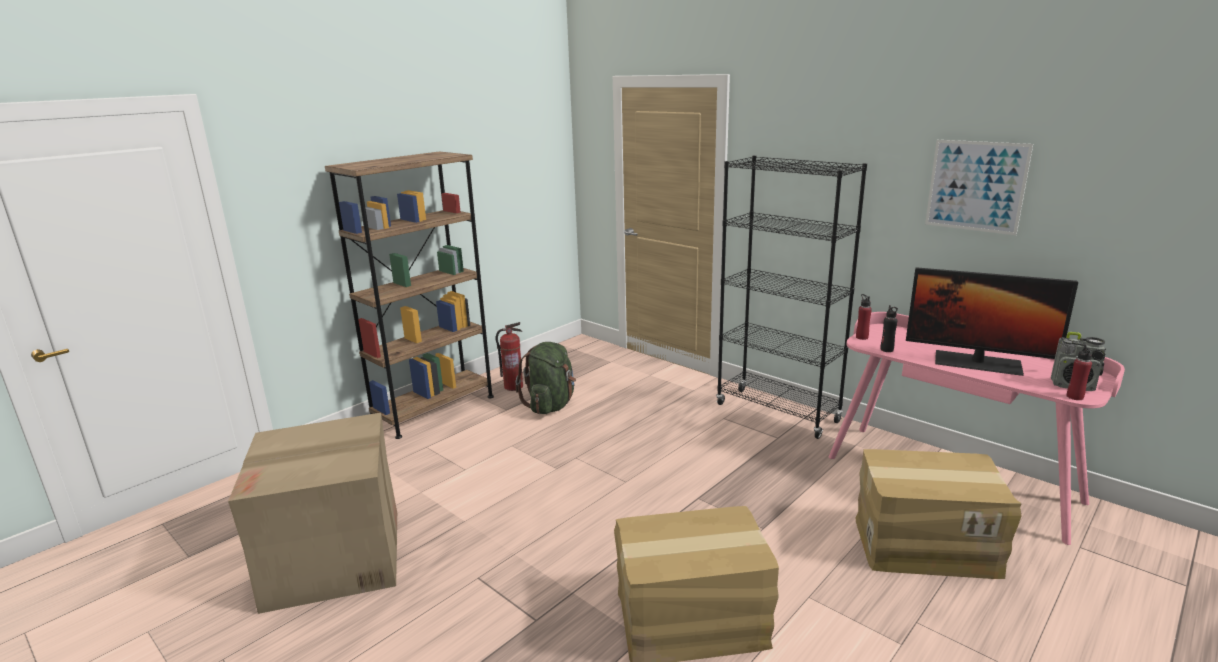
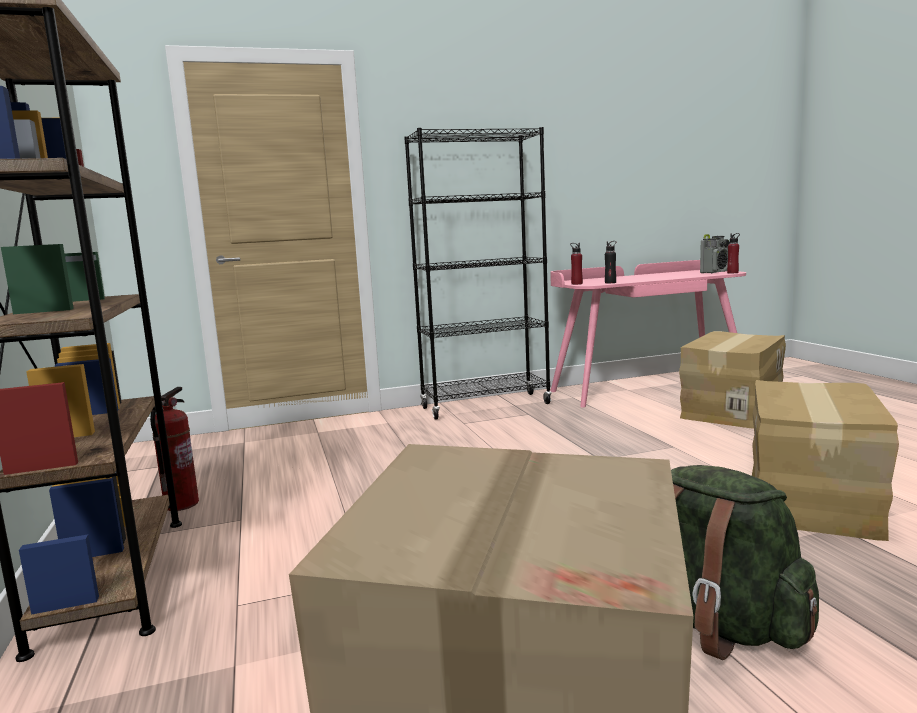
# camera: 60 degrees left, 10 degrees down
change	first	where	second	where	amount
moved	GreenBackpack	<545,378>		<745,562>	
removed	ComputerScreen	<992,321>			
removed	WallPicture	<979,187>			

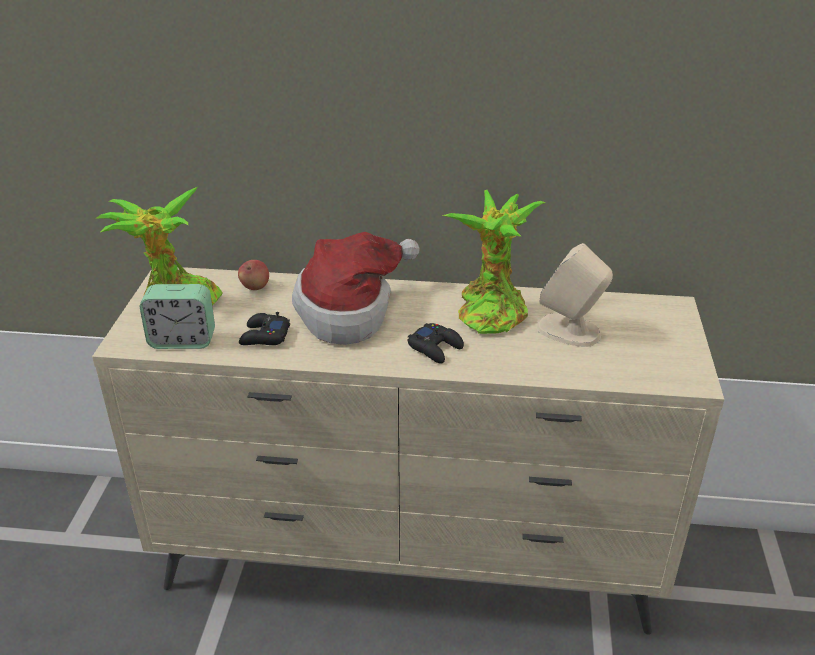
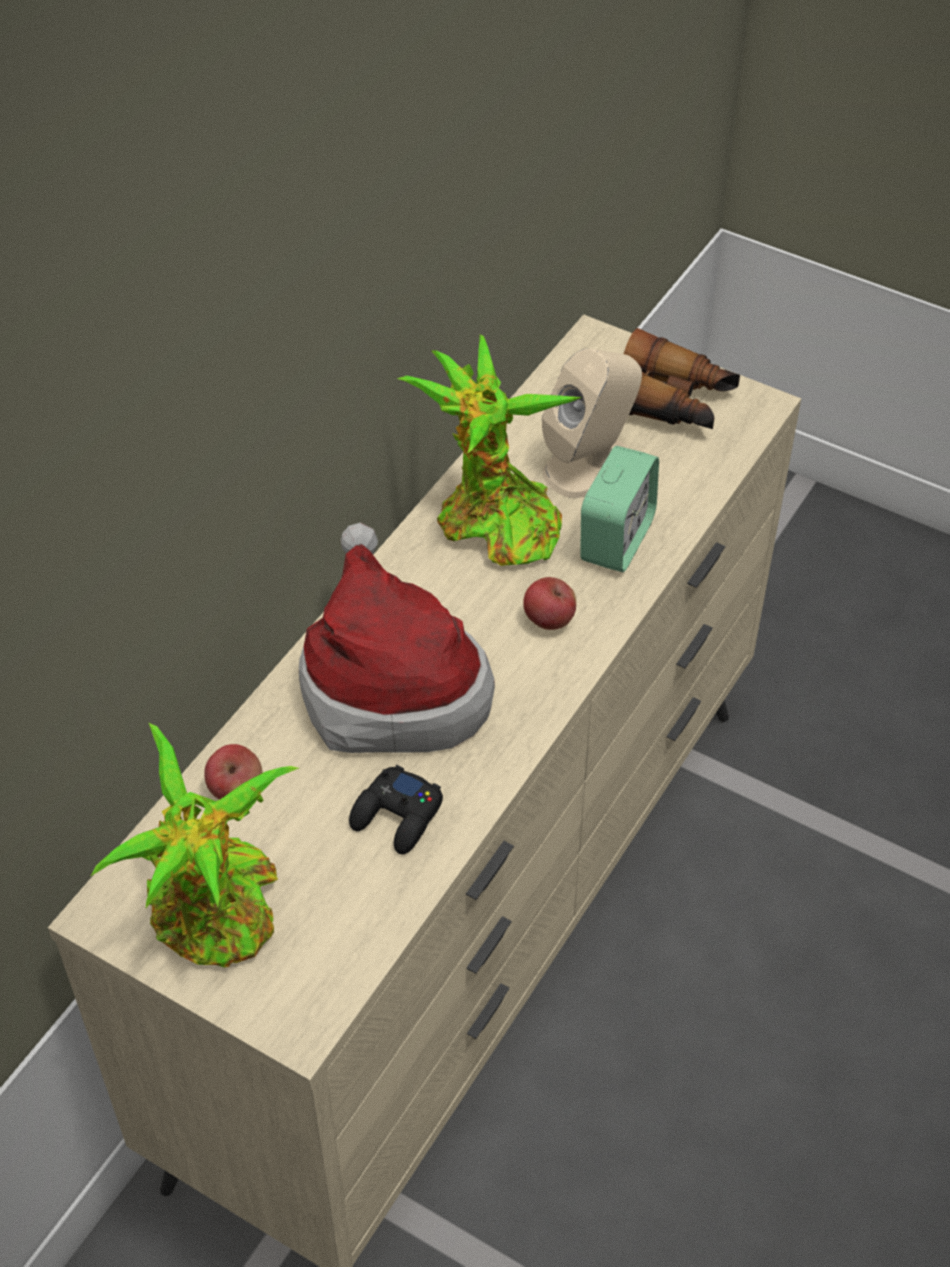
# camera: 65 degrees left, 15 degrees up
change	first	where	second	where	amount
moved	TableClock	<177,316>		<619,509>	
replaced	BlackGameController	<436,343>	Apple	<549,603>	
added			FieldGlasses	<682,378>	

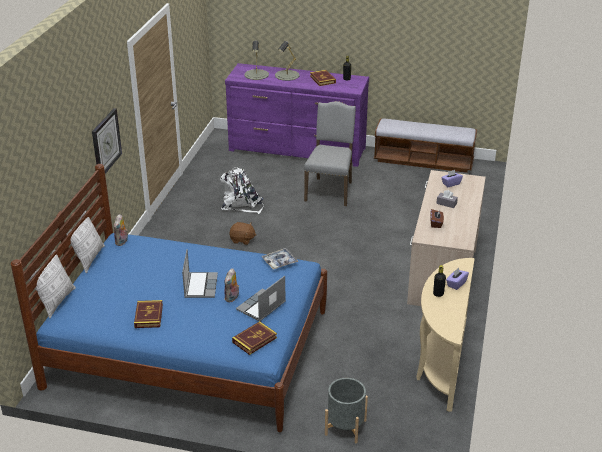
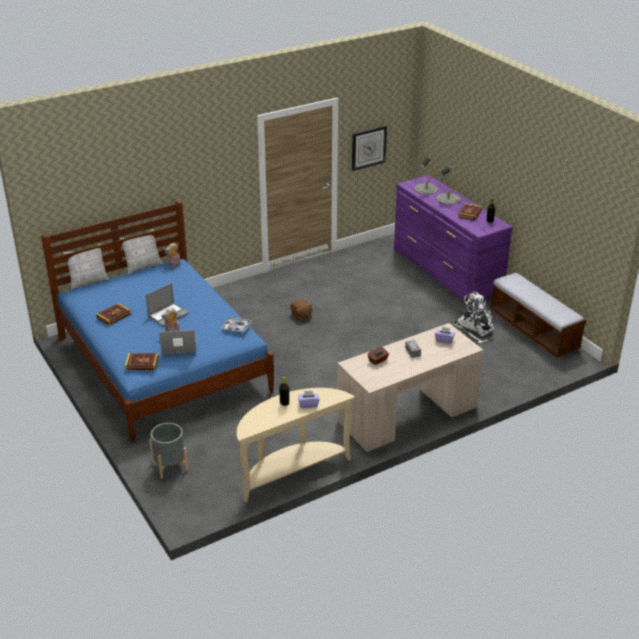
# camera: 45 degrees right, 0 degrees up
change	first	where	second	where	amount
moved	ClockOnTheWall	<107,141>		<369,148>	
moved	WhiteColouredBackpack	<242,190>		<474,317>	
removed	GrayChair	<330,153>			

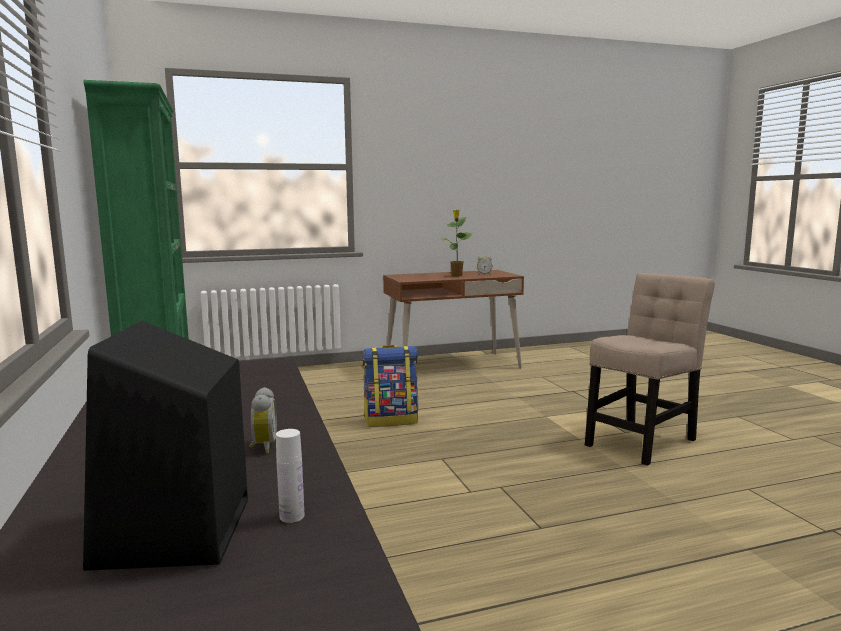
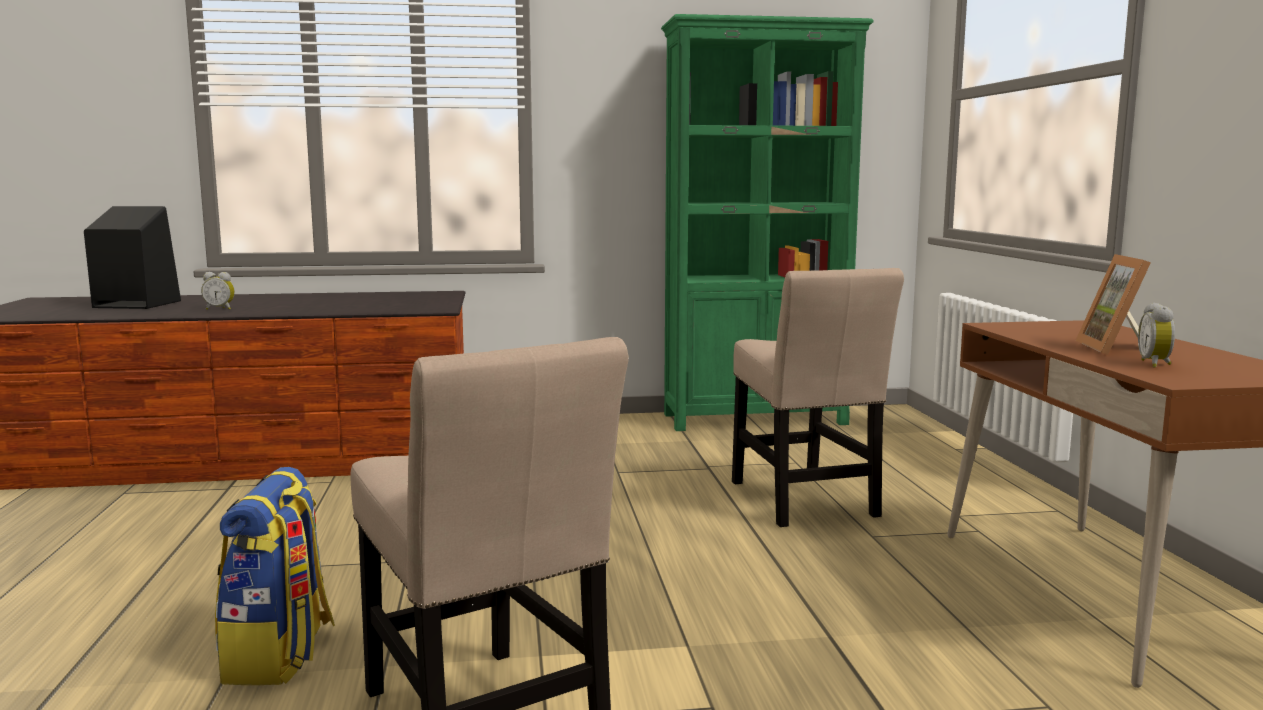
# camera: 100 degrees right, 0 degrees up
change	first	where	second	where	amount
removed	WhiteColouredBeverageBottle	<290,476>			
moved	Backpack	<390,386>		<275,576>	
replaced	Houseplant	<457,243>	PhotoFrame	<1113,304>	
added			SandColouredChair	<818,397>	

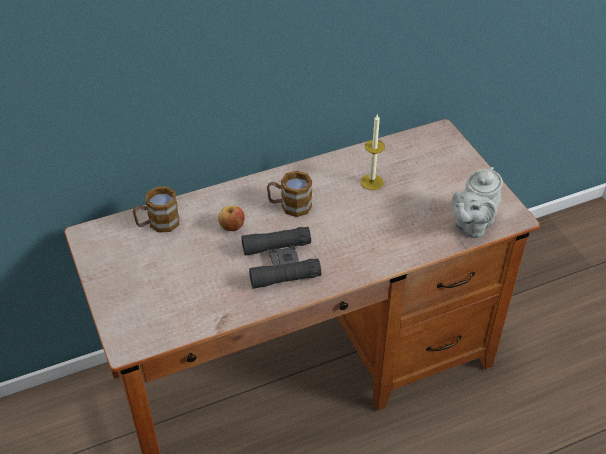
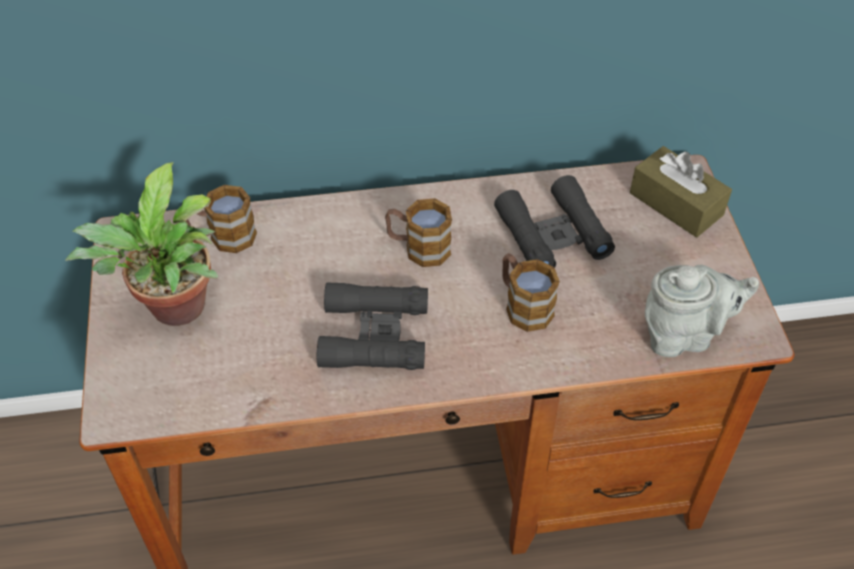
# camera: 15 degrees right, 5 degrees up
change	first	where	second	where	amount
removed	Apple	<231,218>			
replaced	WaxLight	<373,151>	BlackFieldGlasses	<554,221>	
turned	GrayPotForTea	<477,202>		<702,311>	150 degrees counterclockwise
added			Houseplant	<142,244>	
added			CoffeeMug	<531,292>	
added			BrownishBoxOfTissues	<681,191>	

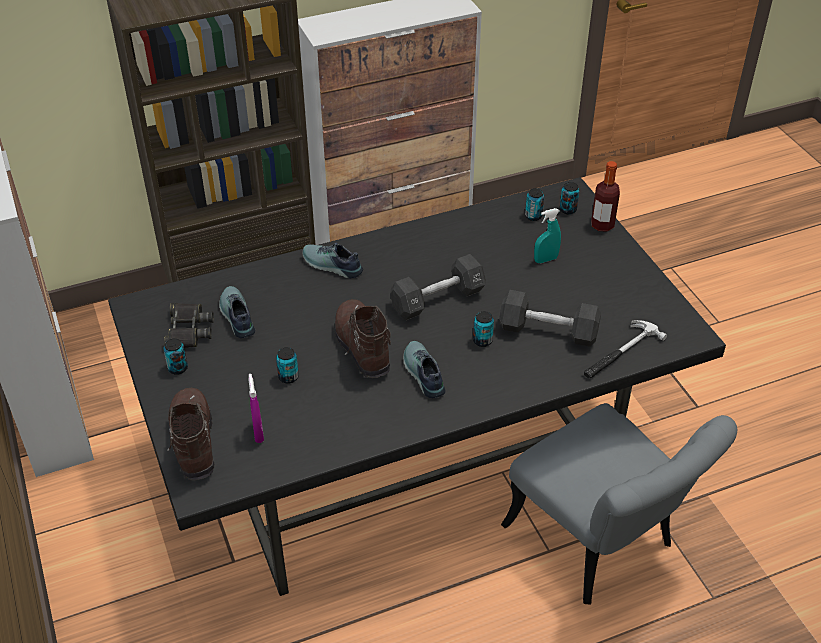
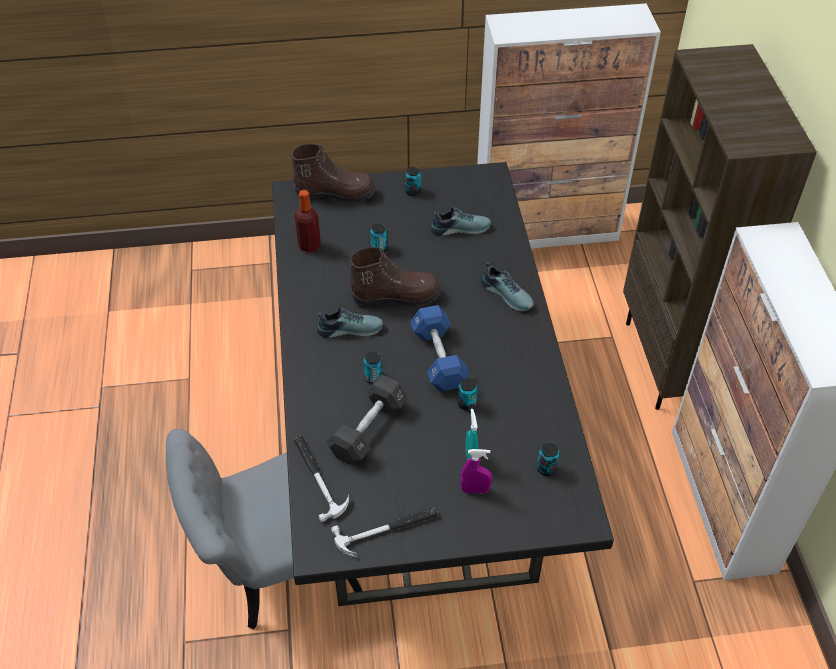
# camera: 105 degrees right, 5 degrees up
change	first	where	second	where	amount
removed	BlackFieldGlasses	<189,325>			
moved	PurplishSprayBottle	<256,408>		<476,471>	
turned	Shoe	<332,261>		<507,286>	90 degrees clockwise
recoloured	BlackDumbbell	<438,287>	BlueDumbbell	<439,348>	
moved	MetalCan	<569,198>		<468,394>	
moved	BeverageBottle	<605,196>		<308,221>	
added			Hammer	<384,532>	

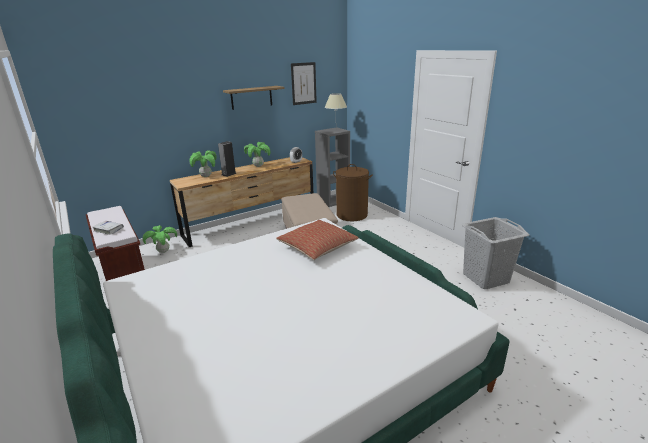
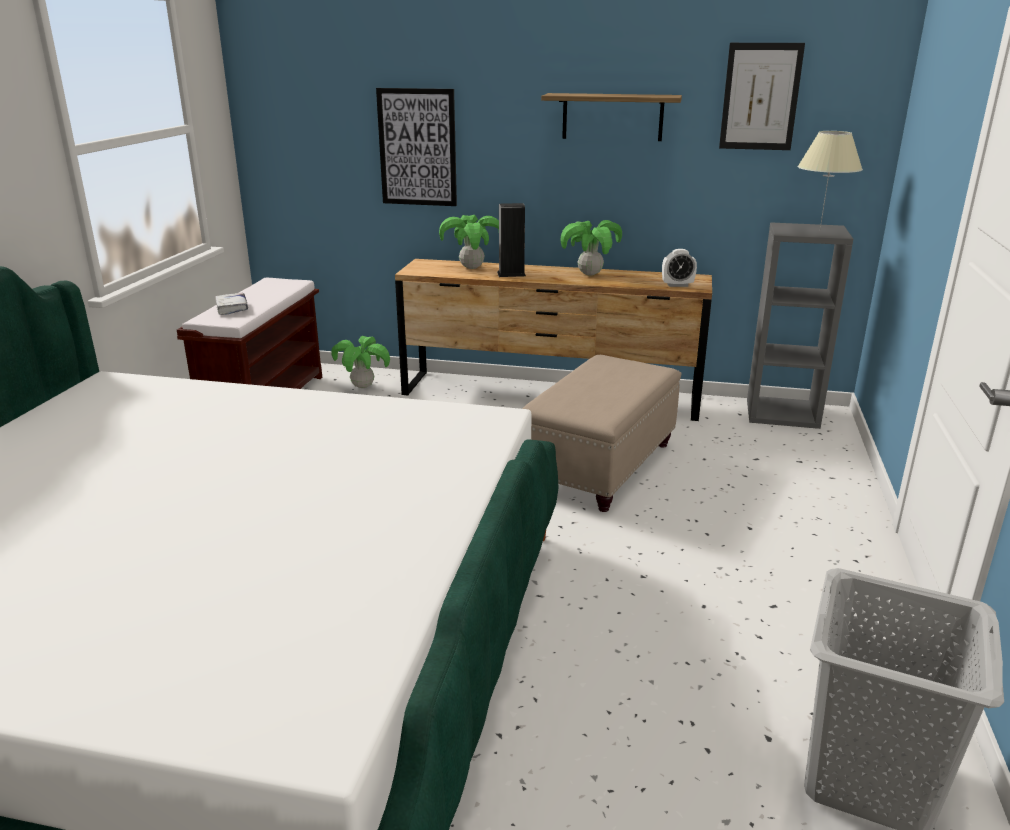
# camera: 45 degrees right, 0 degrees up
change	first	where	second	where	amount
removed	Pillow	<317,240>			
removed	BrownishHamper	<353,192>			
added			WallPicture	<416,147>	

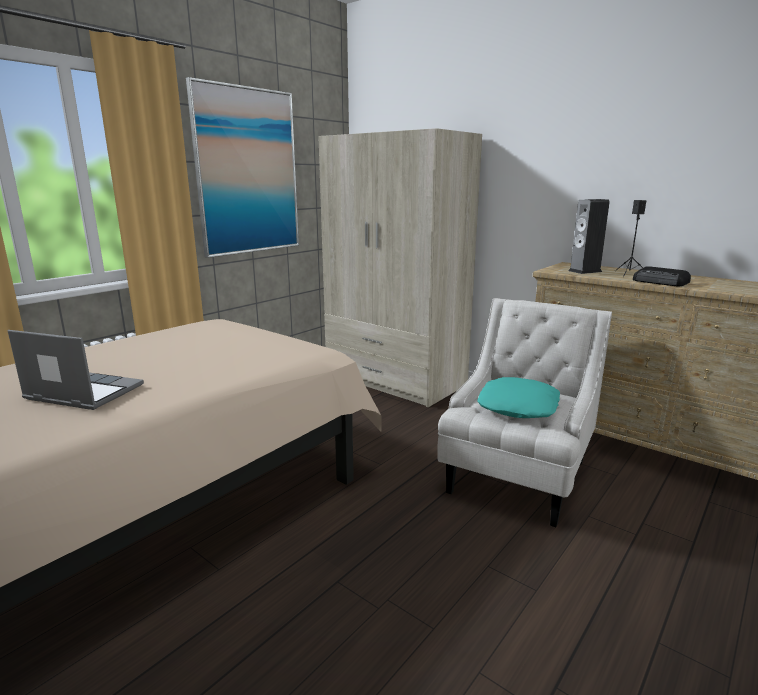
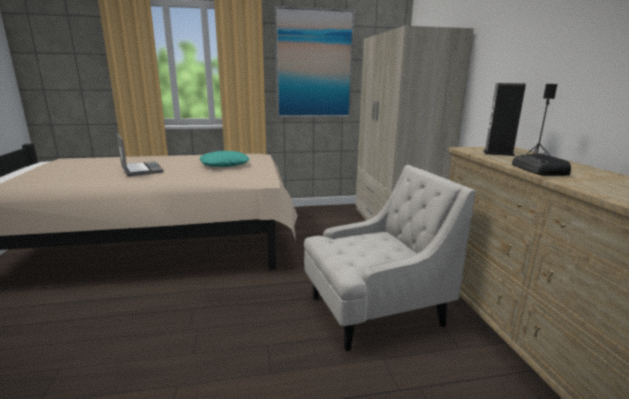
# camera: 40 degrees right, 0 degrees up
change	first	where	second	where	amount
moved	TurquoiseColouredPillow	<518,397>		<224,159>	

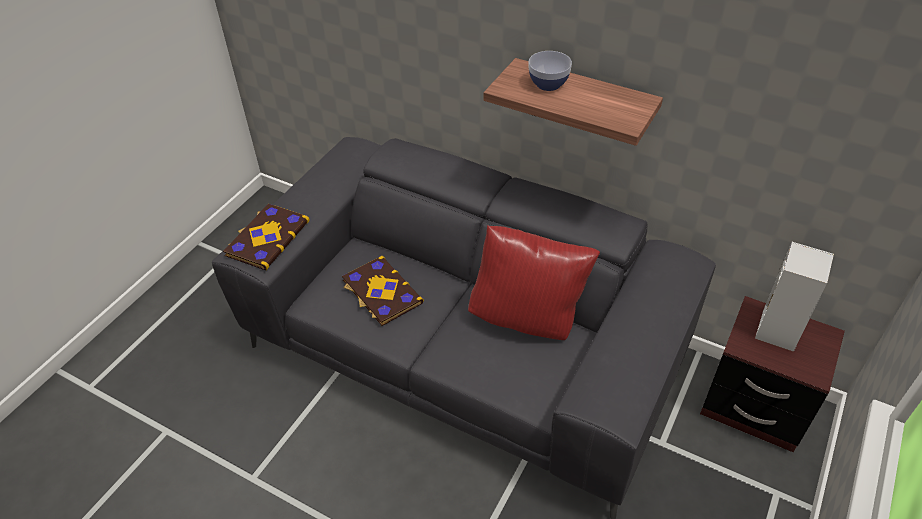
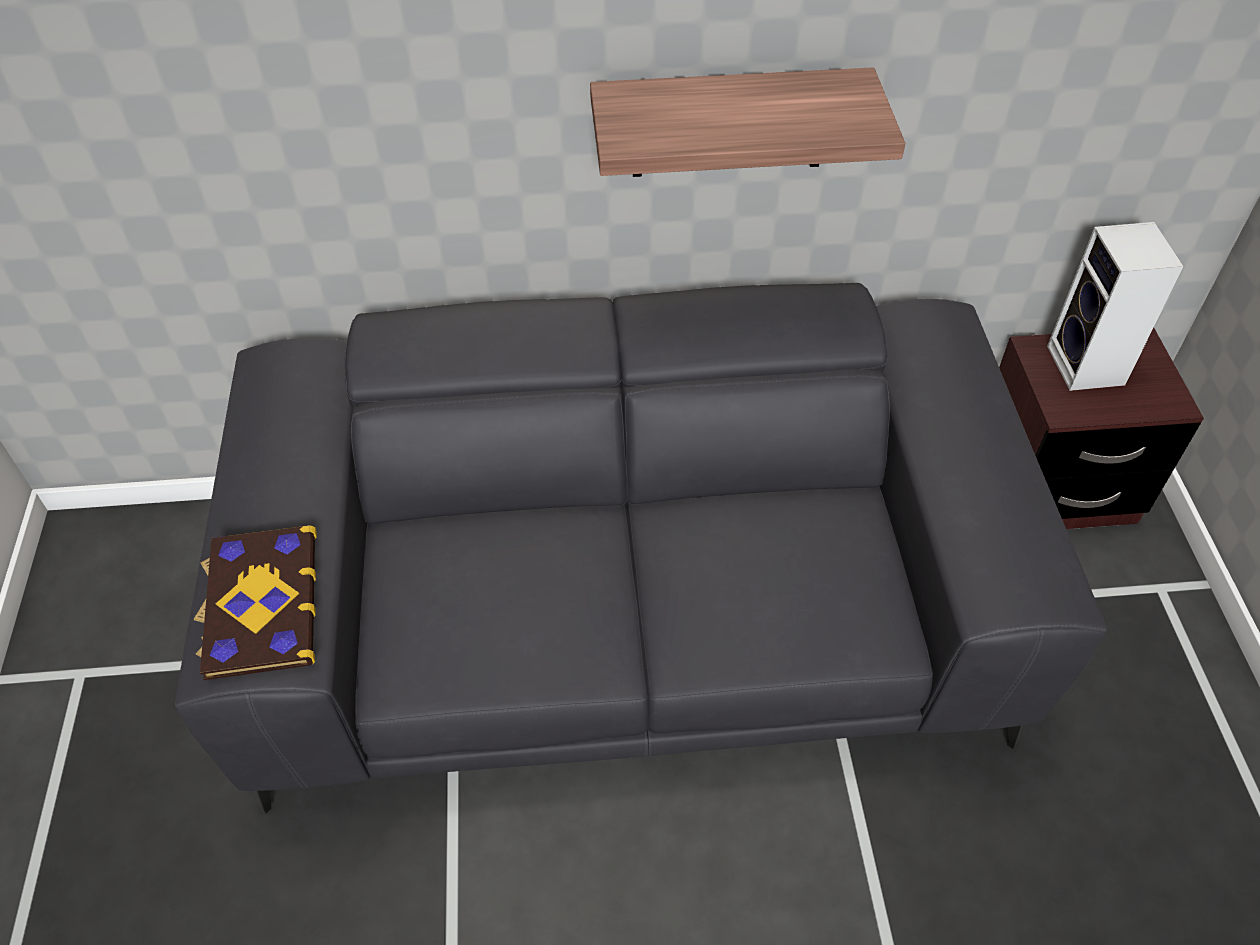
# camera: 35 degrees left, 5 degrees up
change	first	where	second	where	amount
removed	Book	<383,291>			
removed	ReddishPillow	<534,282>			
removed	Bowl	<550,71>			

